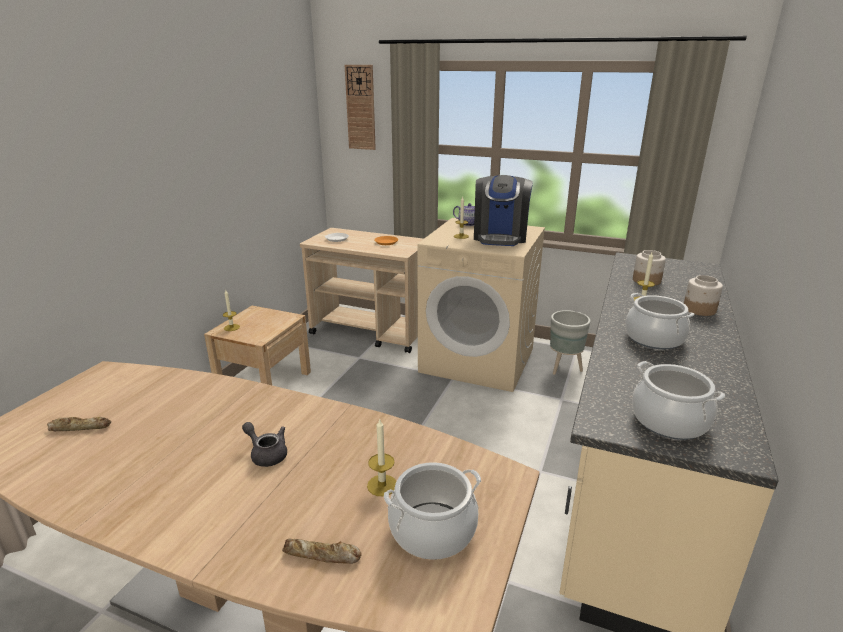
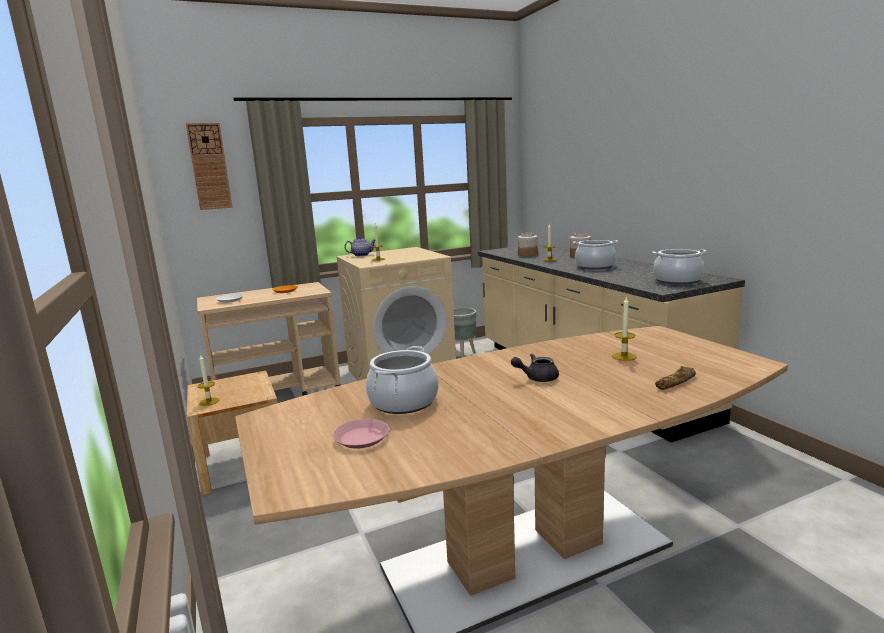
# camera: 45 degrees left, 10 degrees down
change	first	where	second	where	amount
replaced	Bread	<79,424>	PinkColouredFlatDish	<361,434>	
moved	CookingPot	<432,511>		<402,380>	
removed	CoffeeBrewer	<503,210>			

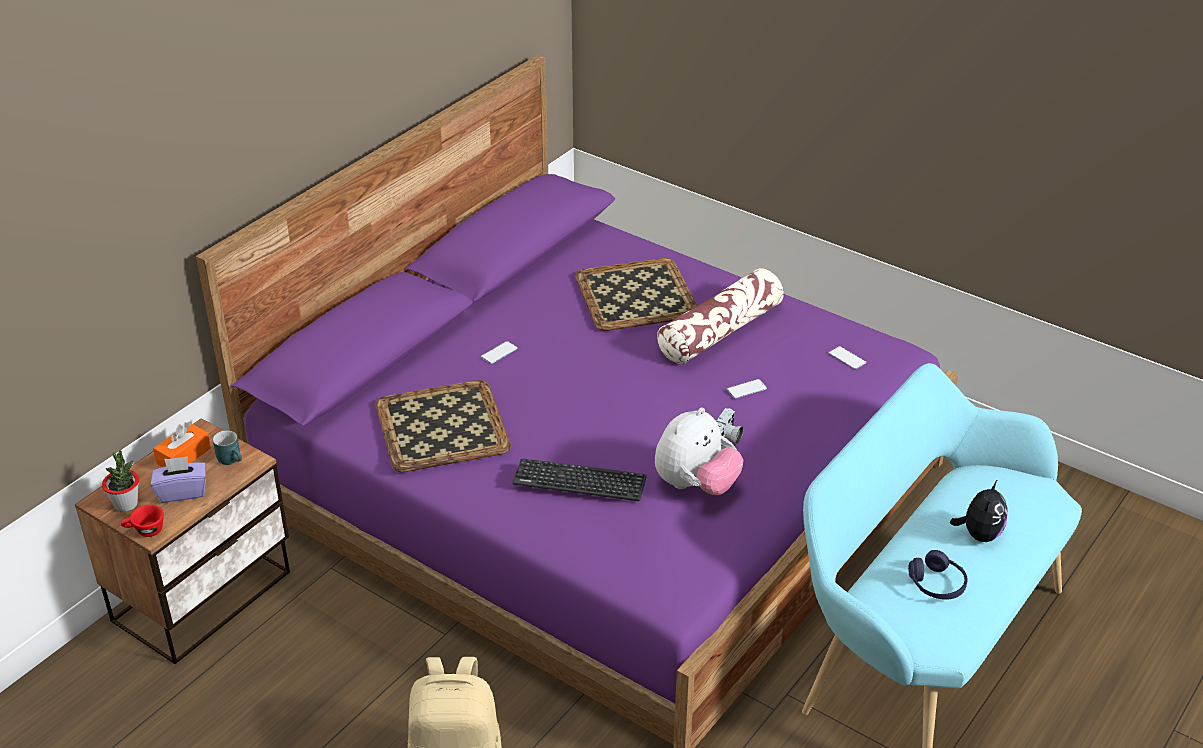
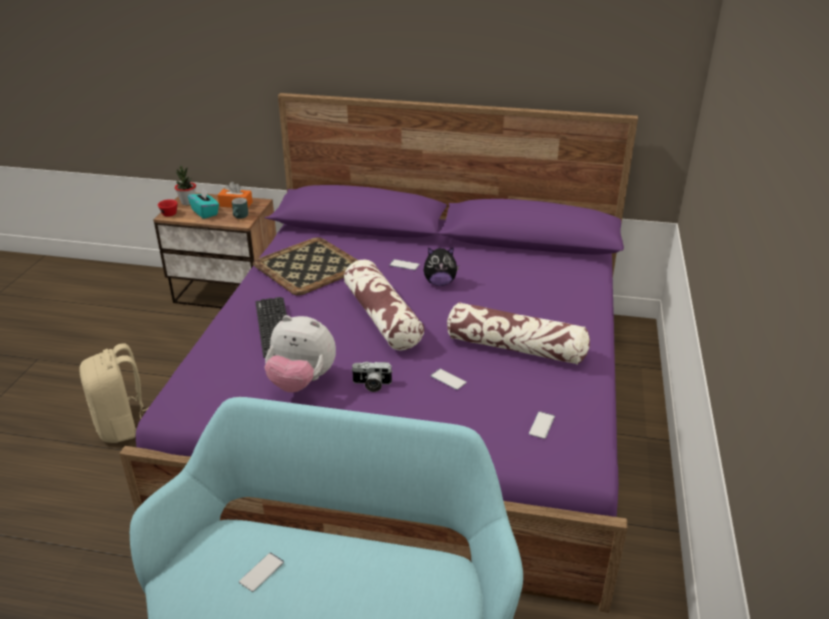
# camera: 65 degrees right, 5 degrees down
change	first	where	second	where	amount
recoloured	PurplishBoxOfTissues	<178,479>	TurquoiseColouredBoxOfTissues	<203,203>	
removed	ServingTray	<636,294>			
replaced	PurplishPairOfHeadphones	<938,575>	Telephone	<261,572>	
moved	CuddlyToy	<979,510>		<441,266>	
added			Pillow	<384,305>	

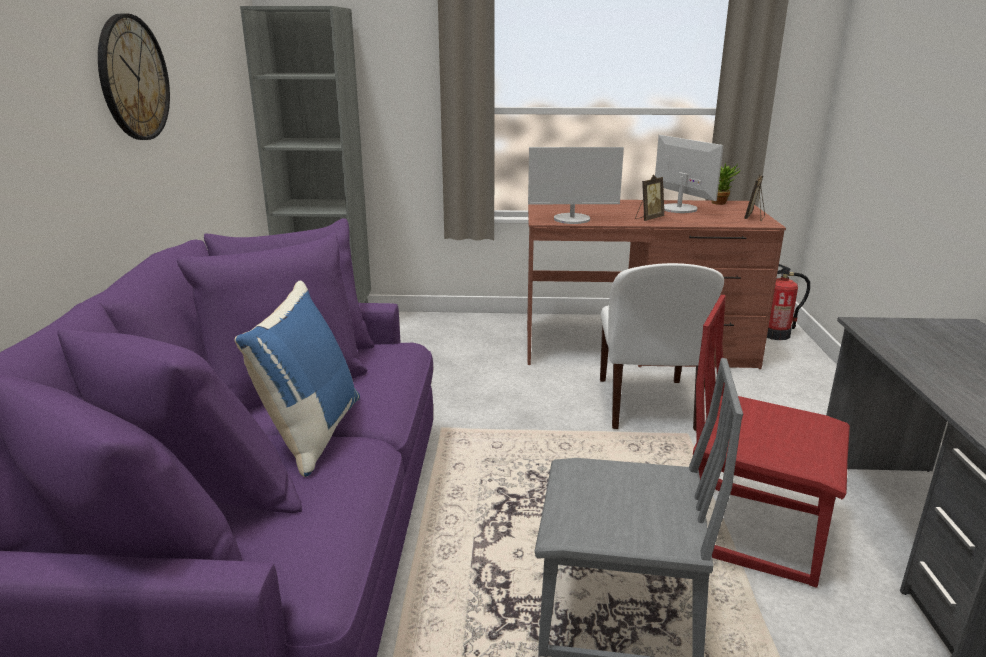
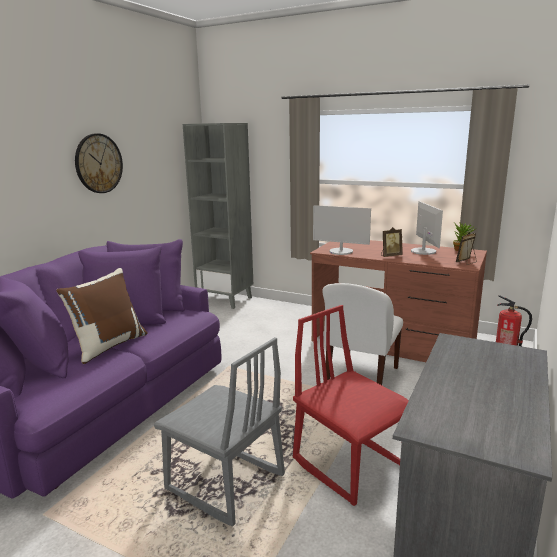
# camera: 25 degrees right, 5 degrees down
change	first	where	second	where	amount
recoloured	BluePillow	<297,379>	BrownishPillow	<102,316>	

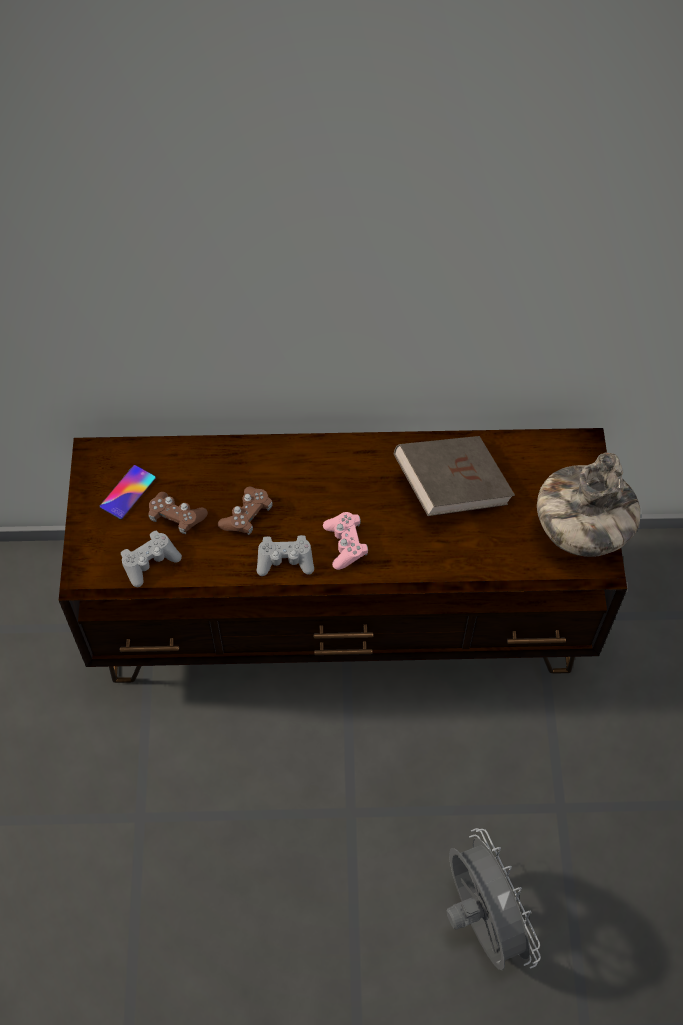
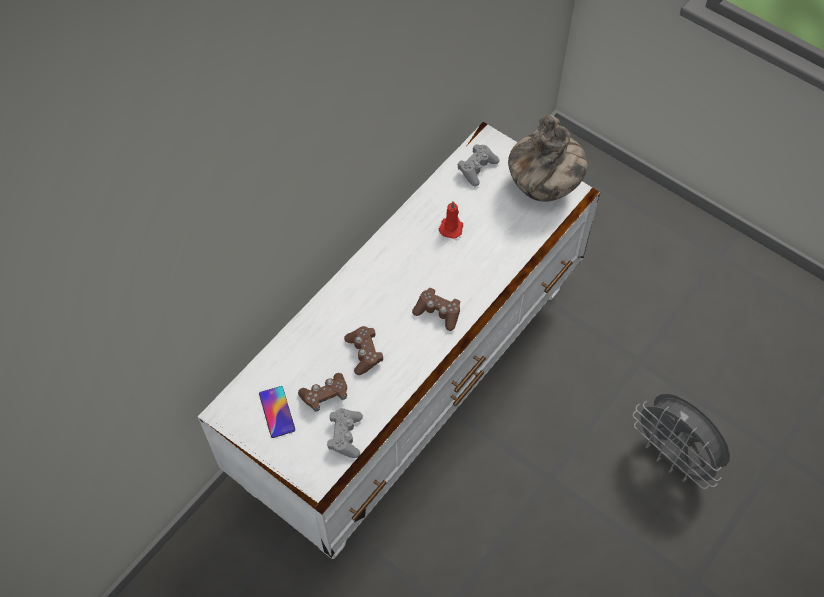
# camera: 50 degrees left, 0 degrees up
change	first	where	second	where	amount
recoloured	BrownishMediaConsole	<343,555>	WhiteColouredMediaConsole	<399,340>	
moved	GrayGameController	<285,555>		<478,165>	
recoloured	PinkColouredGameController	<345,541>	BrownishGameController	<436,309>	
replaced	BrownishBook	<454,476>	ReddishWaxLight	<451,220>	
turned	GrayElectricFan	<493,899>		<681,441>	150 degrees counterclockwise

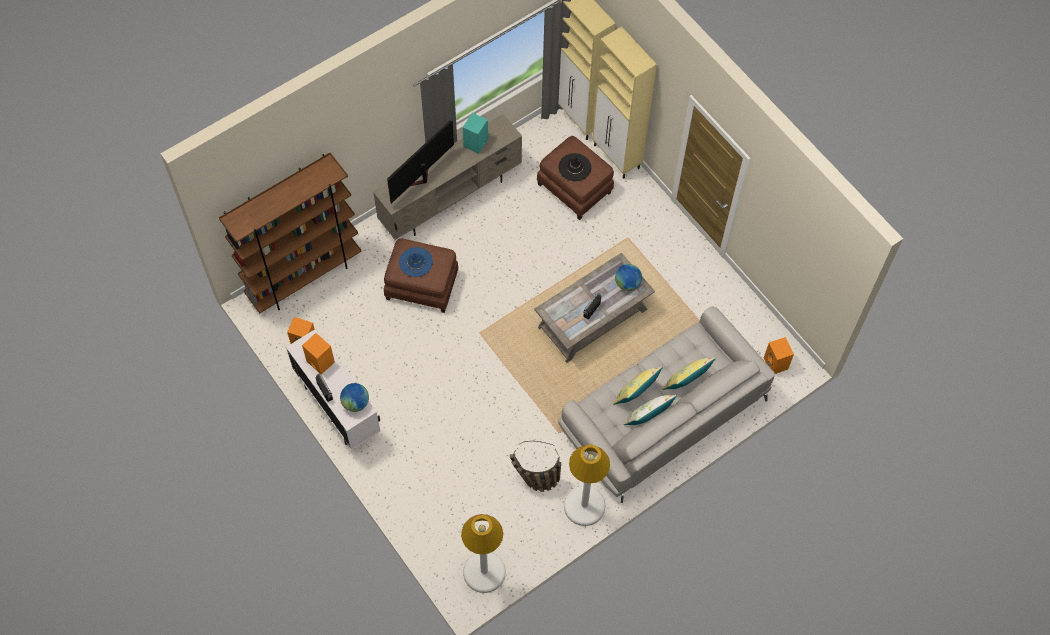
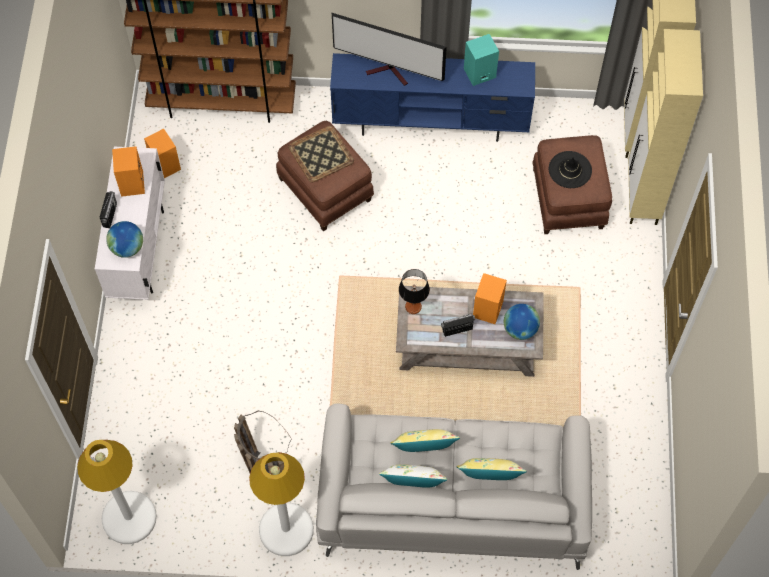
# camera: 40 degrees right, 0 degrees up
change	first	where	second	where	amount
recoloured	SandColouredMediaConsole	<447,177>	BlueMediaConsole	<432,97>	
turned	Tv	<420,162>		<389,49>	150 degrees counterclockwise
replaced	BlueHat	<416,262>	ServingTray	<321,154>	
moved	OrangeColouredLoudspeaker	<779,355>		<490,298>	
added			TabletopLamp	<414,291>	

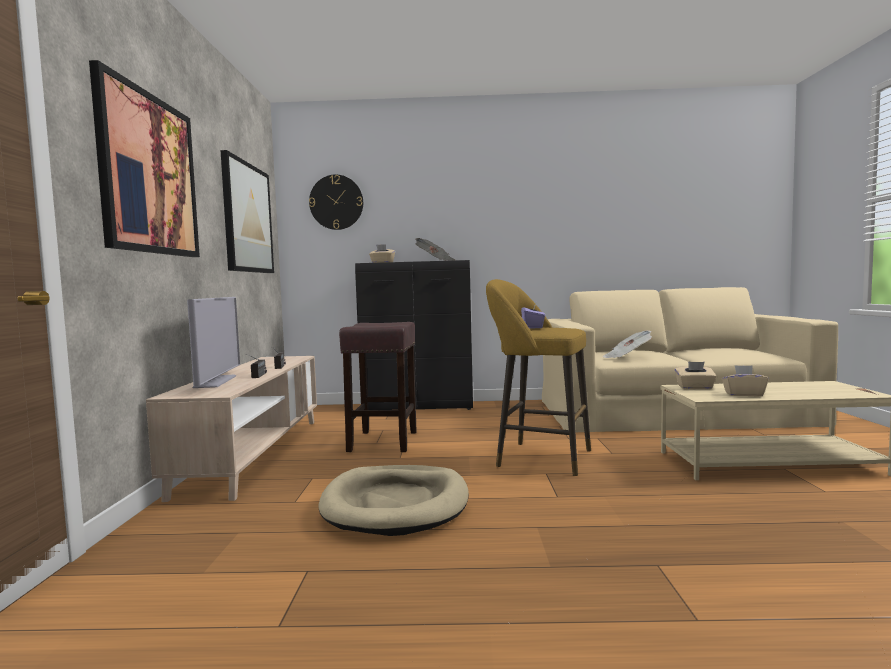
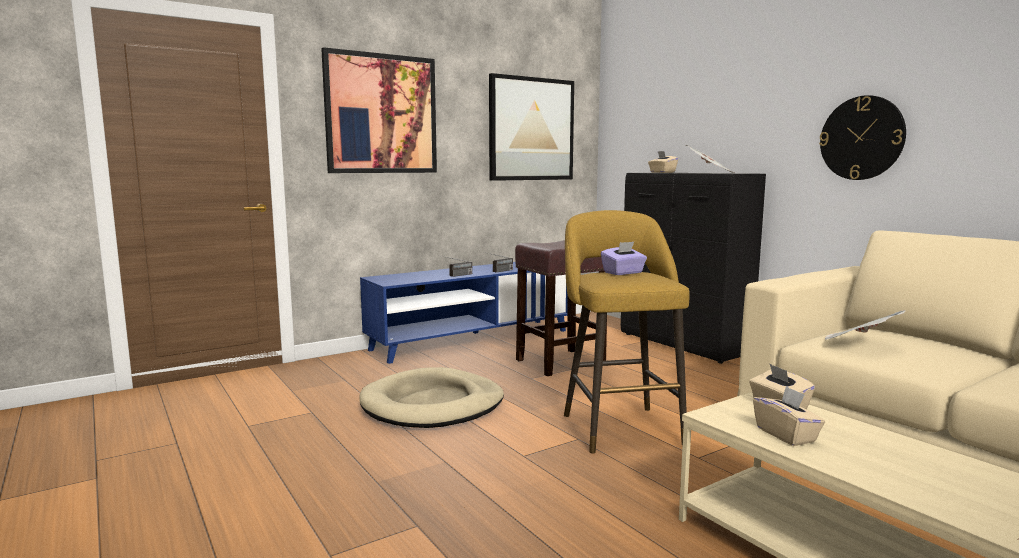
# camera: 55 degrees right, 5 degrees up
change	first	where	second	where	amount
recoloured	SandColouredMediaConsole	<231,429>	BlueMediaConsole	<464,313>	
removed	Tv	<213,342>			
moved	ClockOnTheWall	<336,202>		<862,137>	

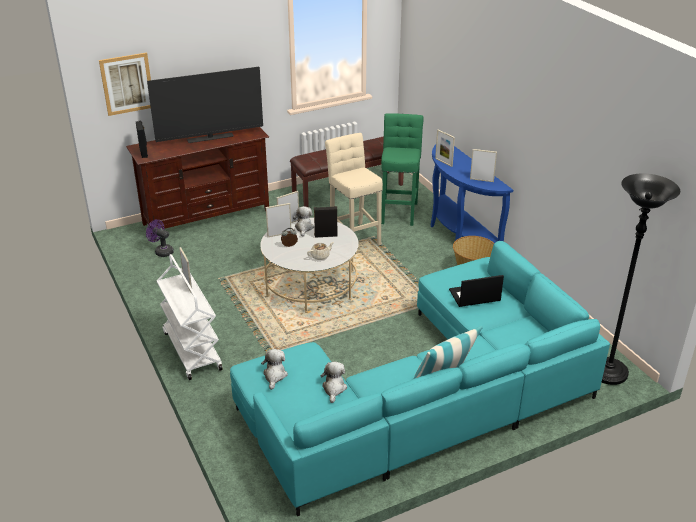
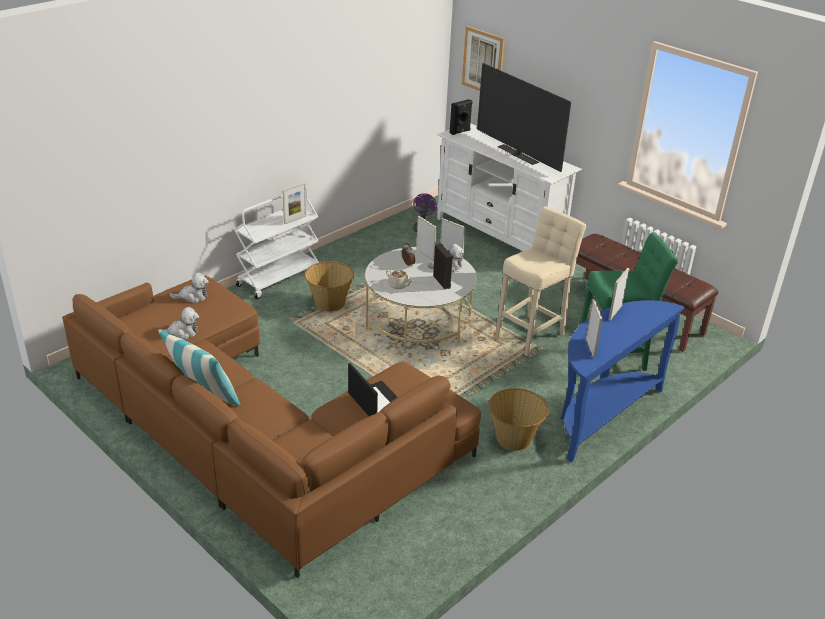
# camera: 70 degrees right, 0 degrees up
change	first	where	second	where	amount
recoloured	BrownishMediaConsole	<197,184>	WhiteColouredMediaConsole	<509,187>	
recoloured	TurquoiseColouredSettee	<420,378>	BrownishSettee	<271,427>	
removed	BlackFloorLamp	<641,279>			
added			StorageBasket	<329,286>	

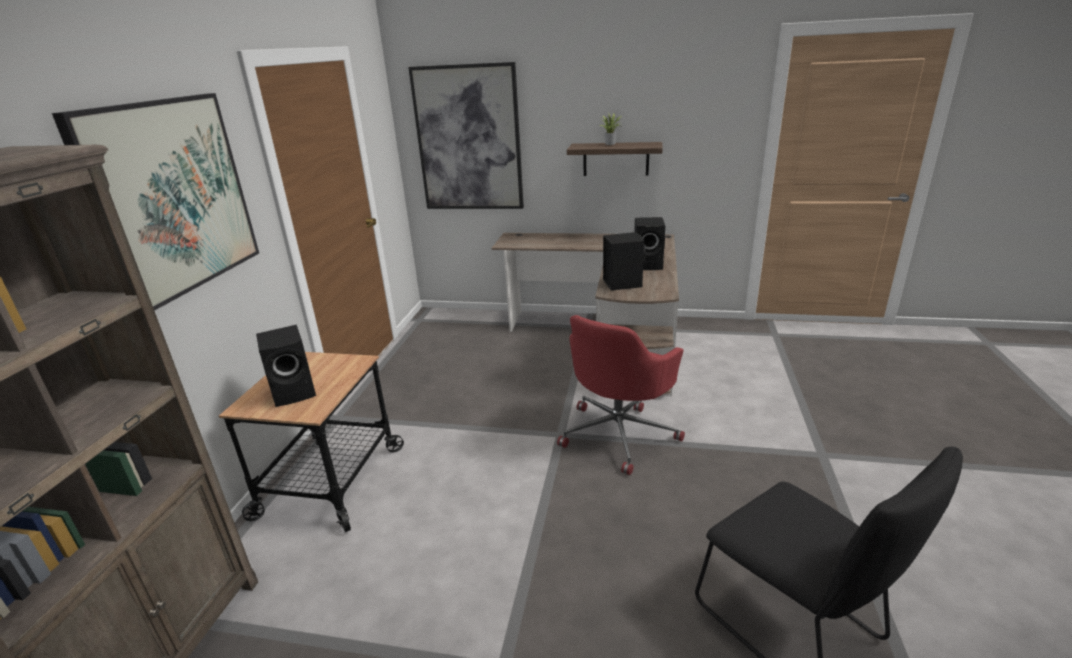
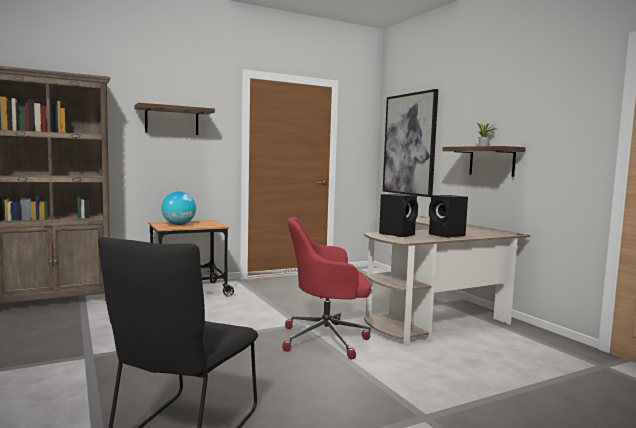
# camera: 50 degrees right, 20 degrees down
change	first	where	second	where	amount
replaced	WallPicture	<155,202>	BracketShelf	<174,119>	
replaced	BlackLoudspeaker	<286,366>	Globe	<178,208>	

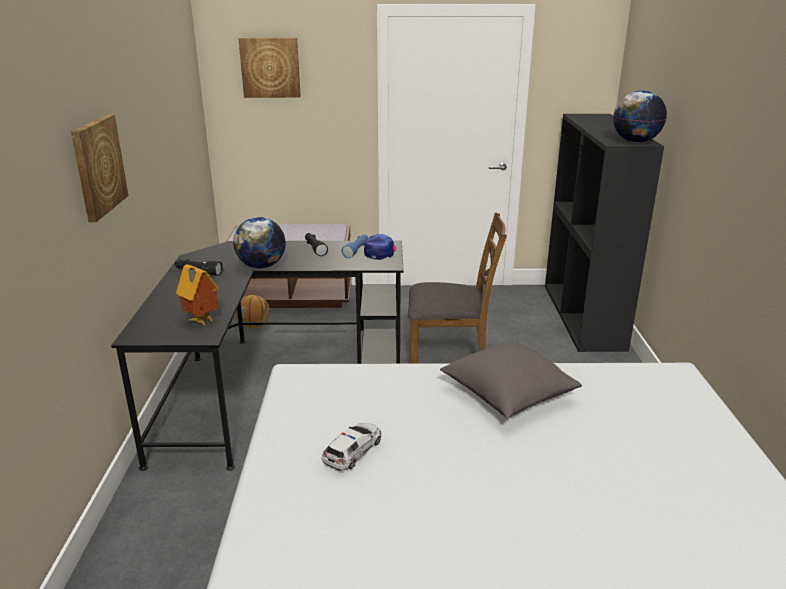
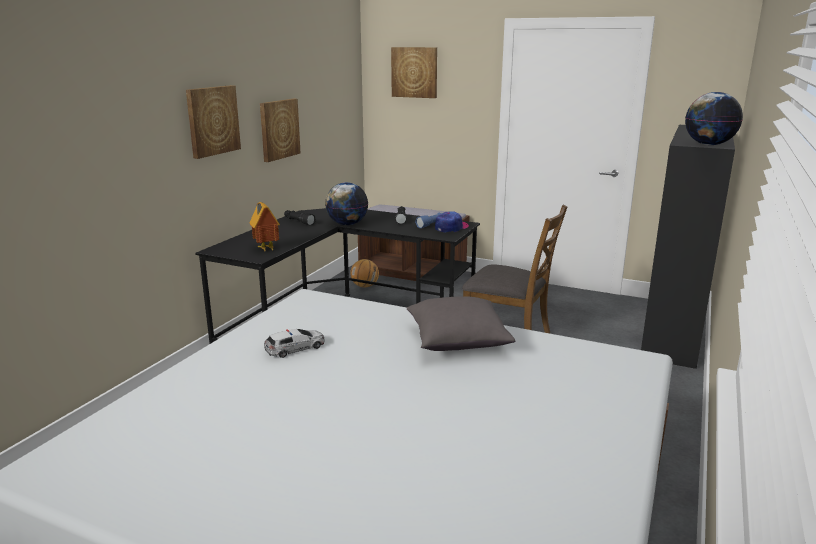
# camera: 25 degrees right, 5 degrees down
change	first	where	second	where	amount
added			WallPicture	<280,130>	

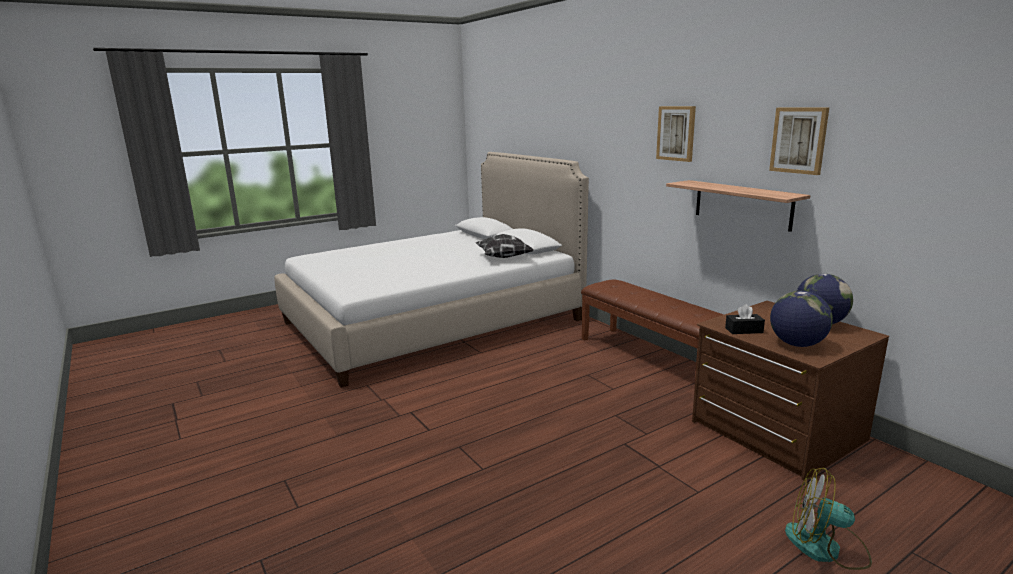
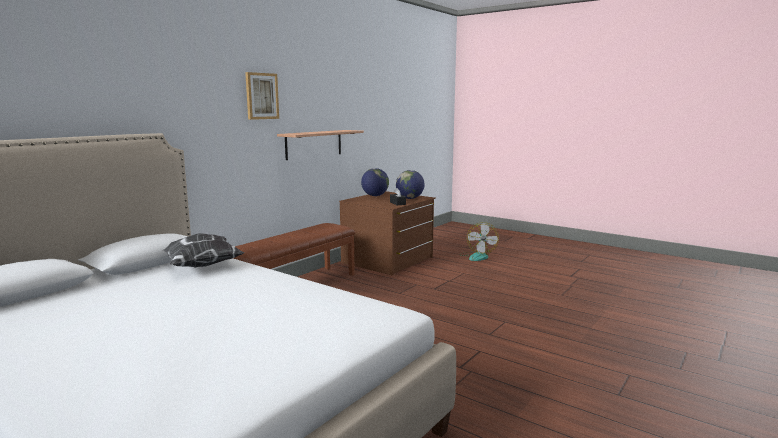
# camera: 110 degrees left, 5 degrees down
change	first	where	second	where	amount
removed	WallPicture	<799,141>			

